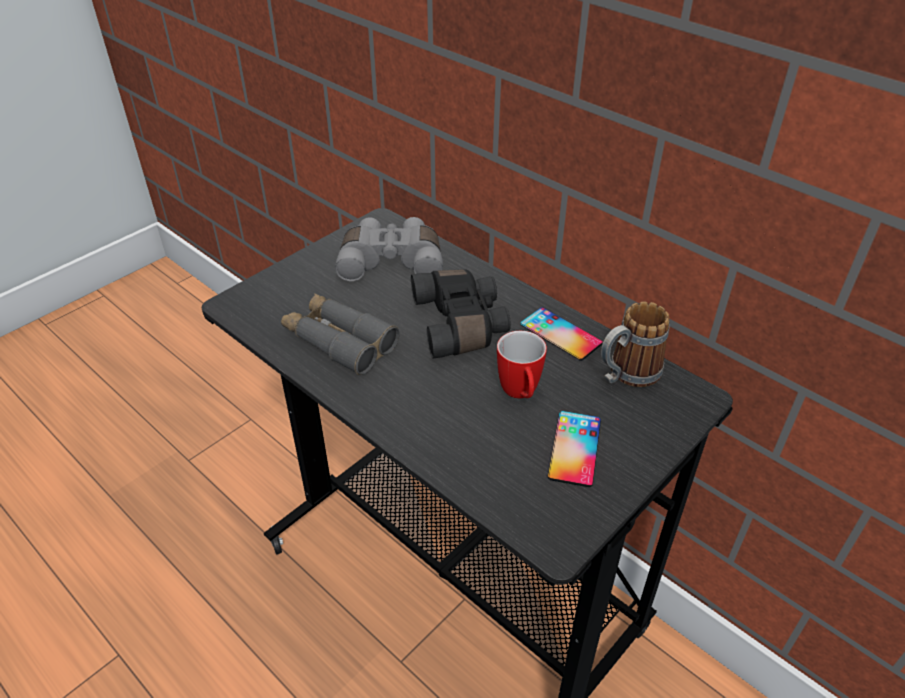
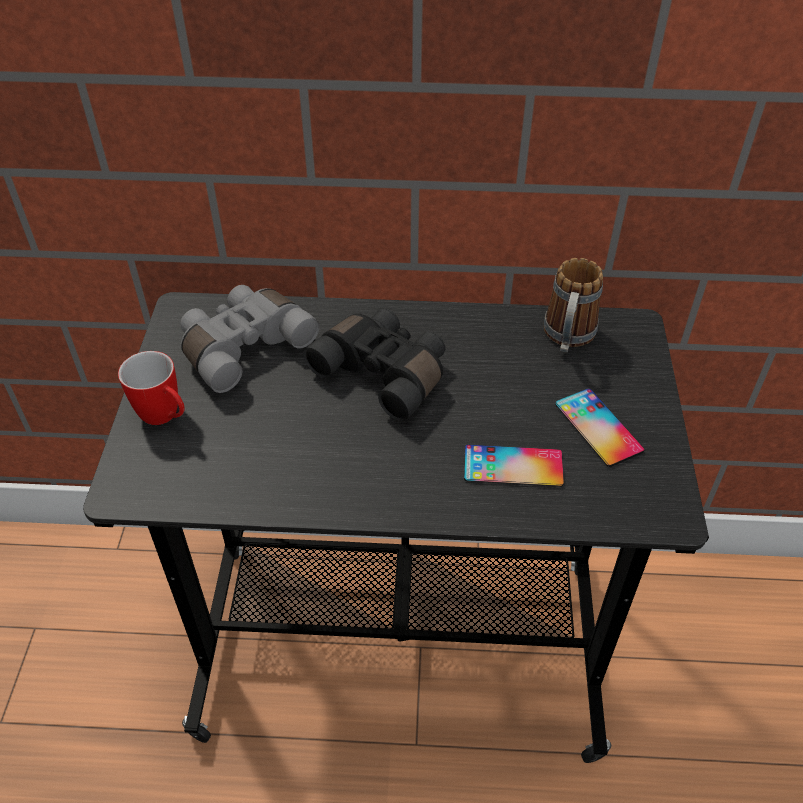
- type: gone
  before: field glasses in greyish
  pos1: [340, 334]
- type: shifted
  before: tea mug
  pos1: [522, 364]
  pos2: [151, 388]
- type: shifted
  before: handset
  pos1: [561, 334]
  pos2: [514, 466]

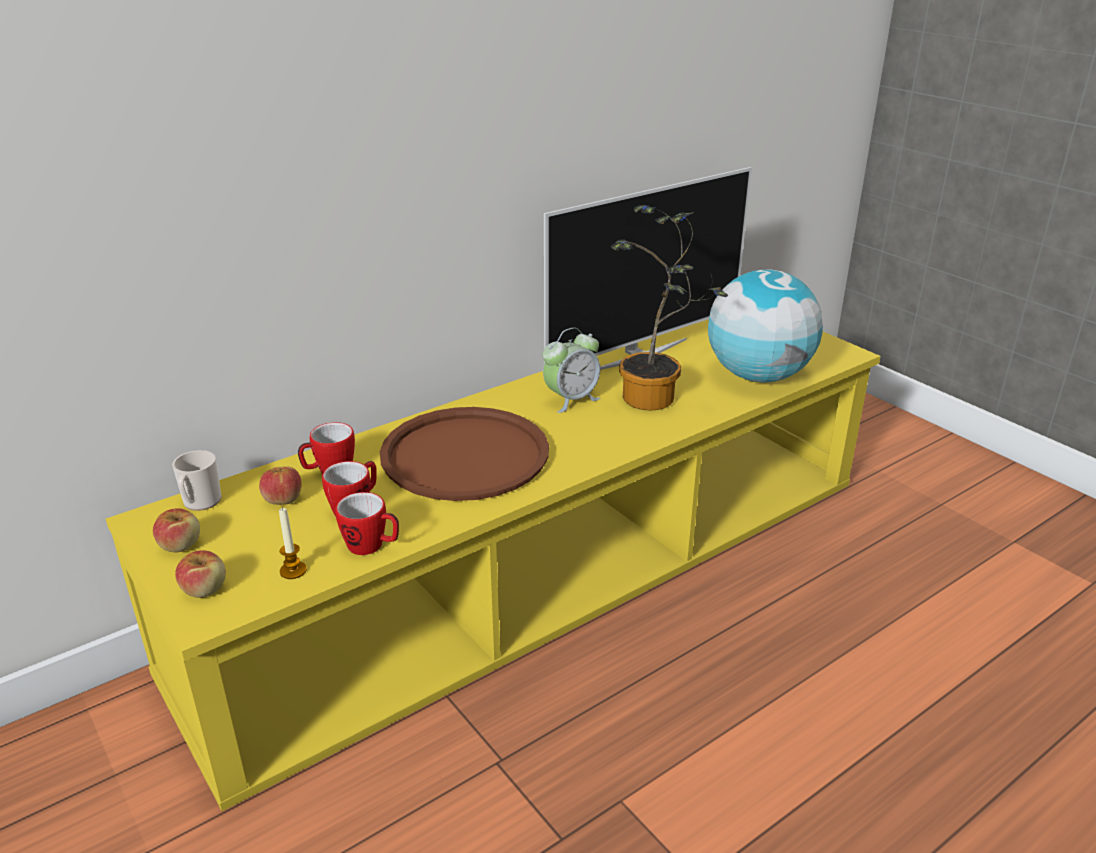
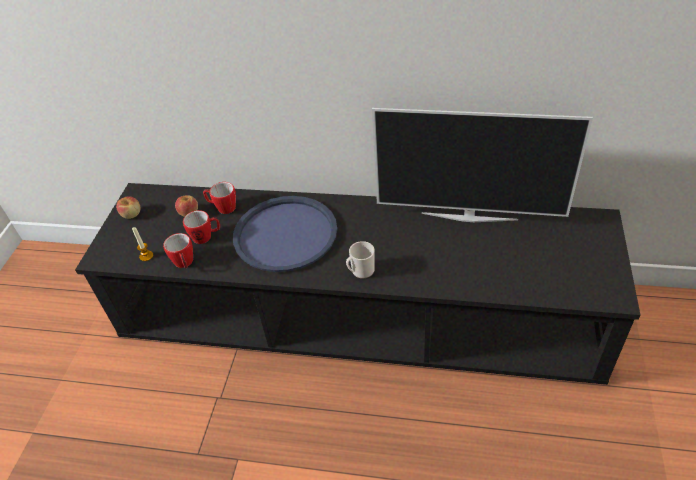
- type: gone
  before: whole apple
  pos1: [200, 574]
- type: gone
  before: table clock
  pos1: [571, 370]
- type: gone
  before: plant in a pot
  pos1: [669, 308]
- type: gone
  before: desk globe
  pos1: [765, 326]
- type: shifted
  before: tea mug
  pos1: [197, 480]
  pos2: [360, 259]
- type: repainted
  before: tv stand in yellowish
  after: tv stand in black-coloured
  pos1: [493, 565]
  pos2: [357, 284]
- type: repainted
  before: serving tray in brown-coloured
  after: serving tray in blue-coloured
  pos1: [464, 454]
  pos2: [285, 234]

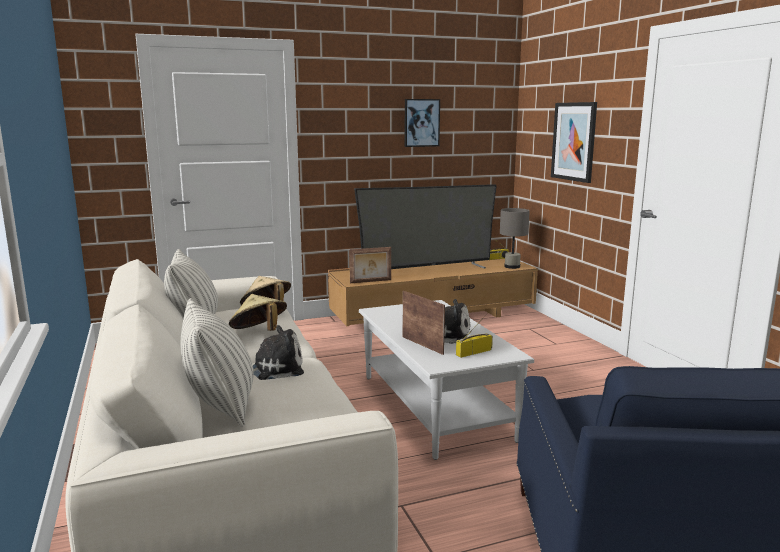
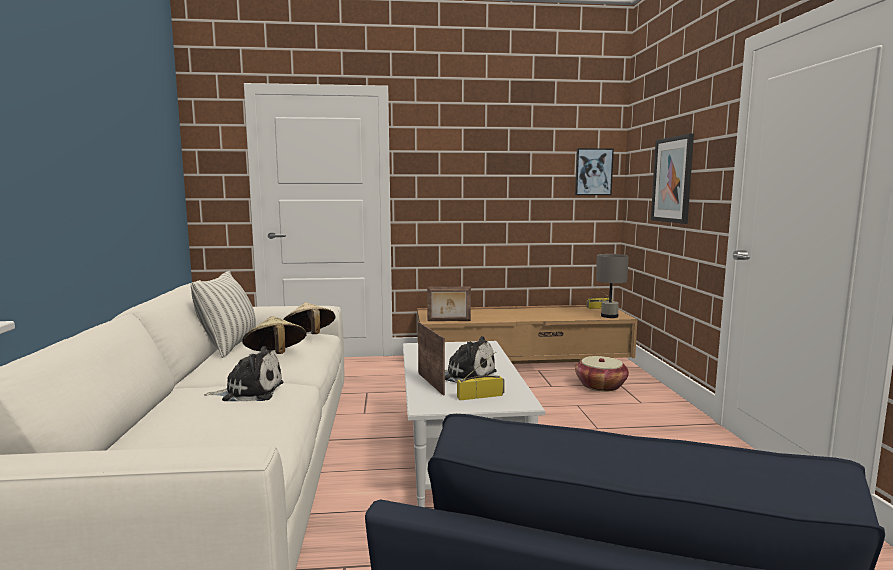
- type: gone
  before: pillow
  pos1: [217, 362]
- type: gone
  before: TV
  pos1: [425, 226]
- type: new
  after: storage basket
  pos2: [602, 374]
- type: shifted
  before: picture
  pos1: [422, 123]
  pos2: [594, 171]

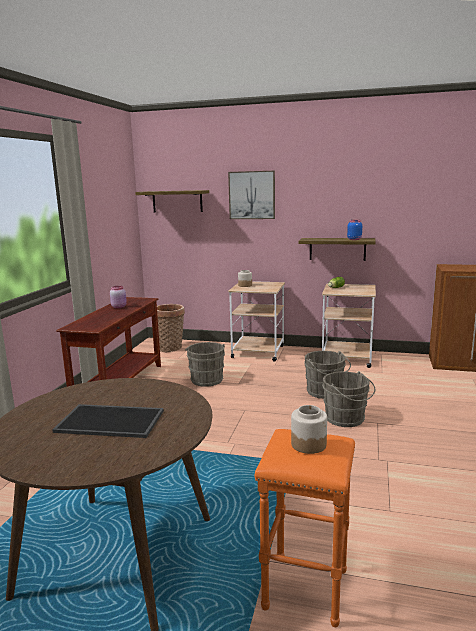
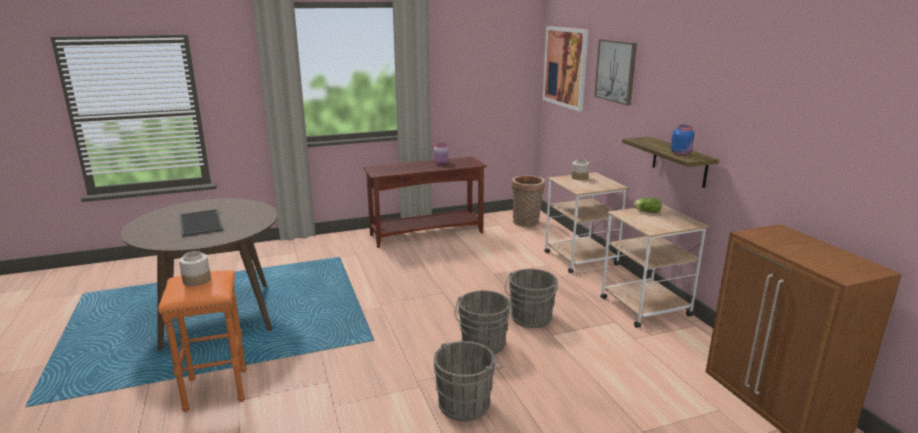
- type: shifted
  before: pail in greyish
  pos1: [205, 364]
  pos2: [468, 381]
- type: swapped
  before: shelf
  after: picture
  pos1: [172, 201]
  pos2: [566, 69]

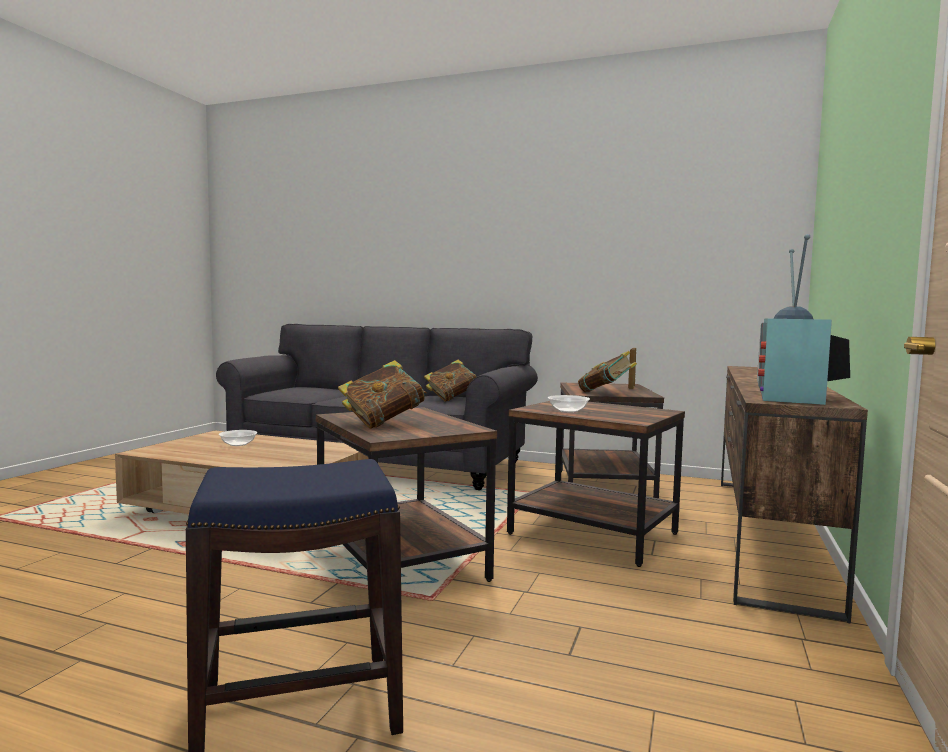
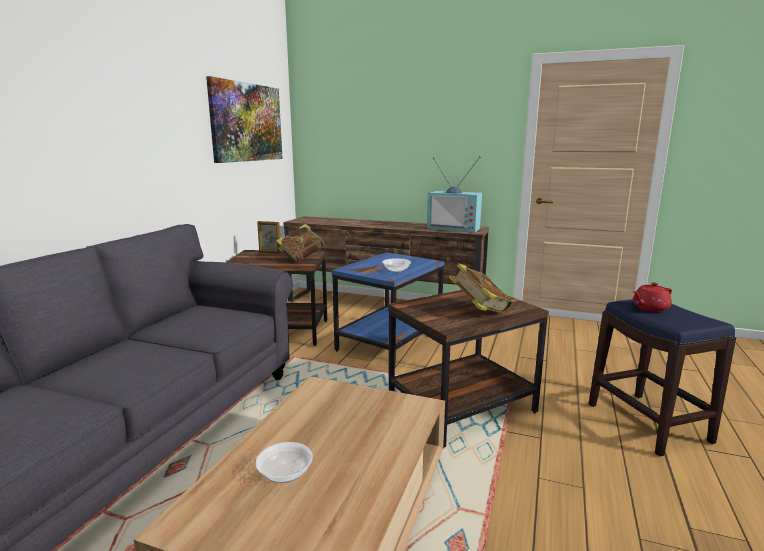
- type: gone
  before: book
  pos1: [450, 381]
- type: new
  after: picture
  pos2: [244, 119]
- type: new
  after: pot for tea in red
  pos2: [652, 297]
- type: repainted
  before: side table in brown-coloured
  after: side table in blue-coloured
  pos1: [596, 484]
  pos2: [388, 309]

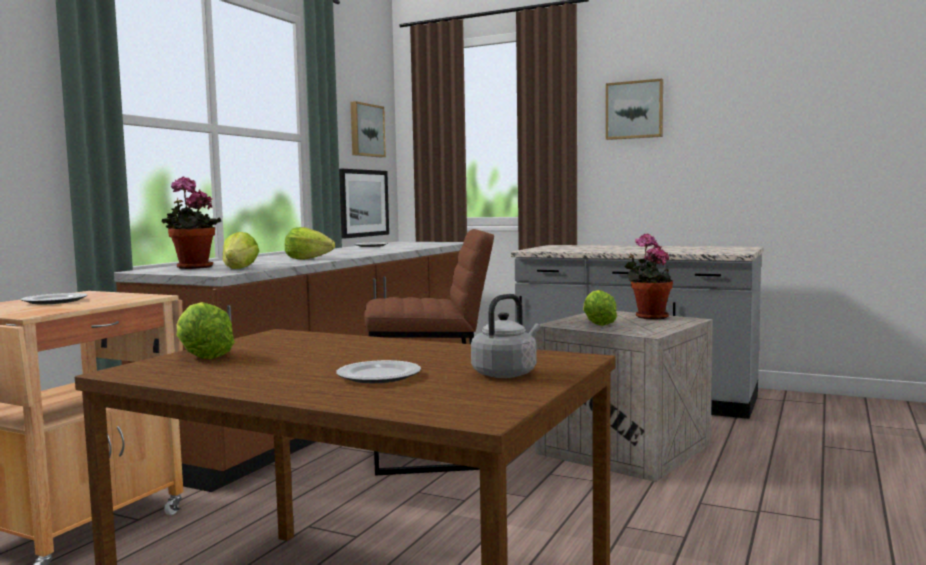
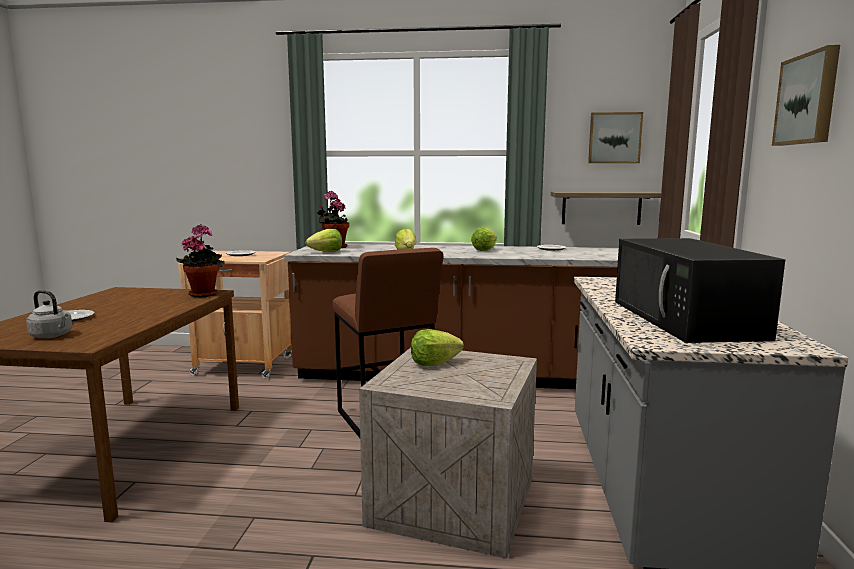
- type: new
  after: microwave oven in black-coloured
  pos2: [700, 290]
- type: shifted
  before: head of lettuce
  pos1: [205, 330]
  pos2: [484, 239]
- type: shifted
  before: plant in a pot
  pos1: [649, 276]
  pos2: [200, 260]
- type: swapped
  before: picture
  after: shelf
  pos1: [364, 204]
  pos2: [606, 208]

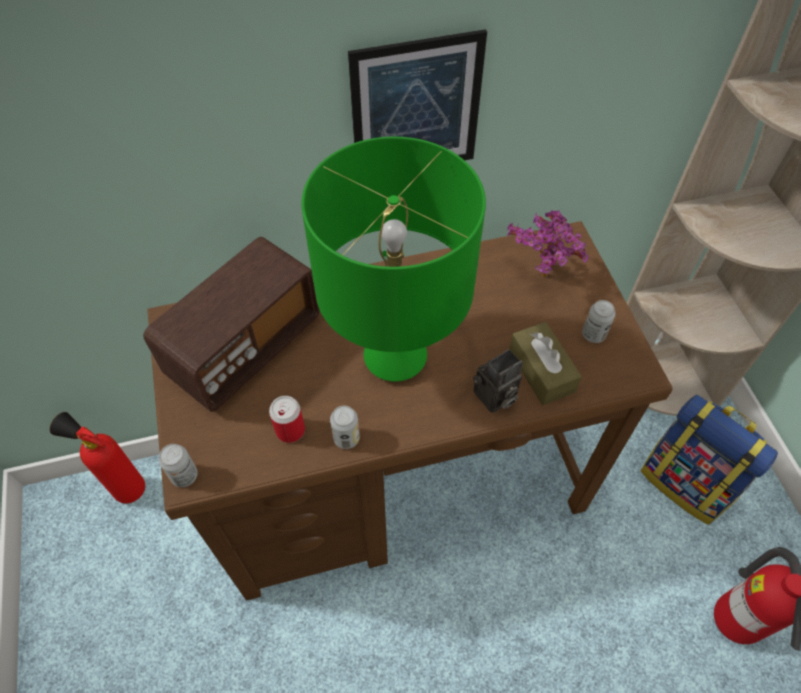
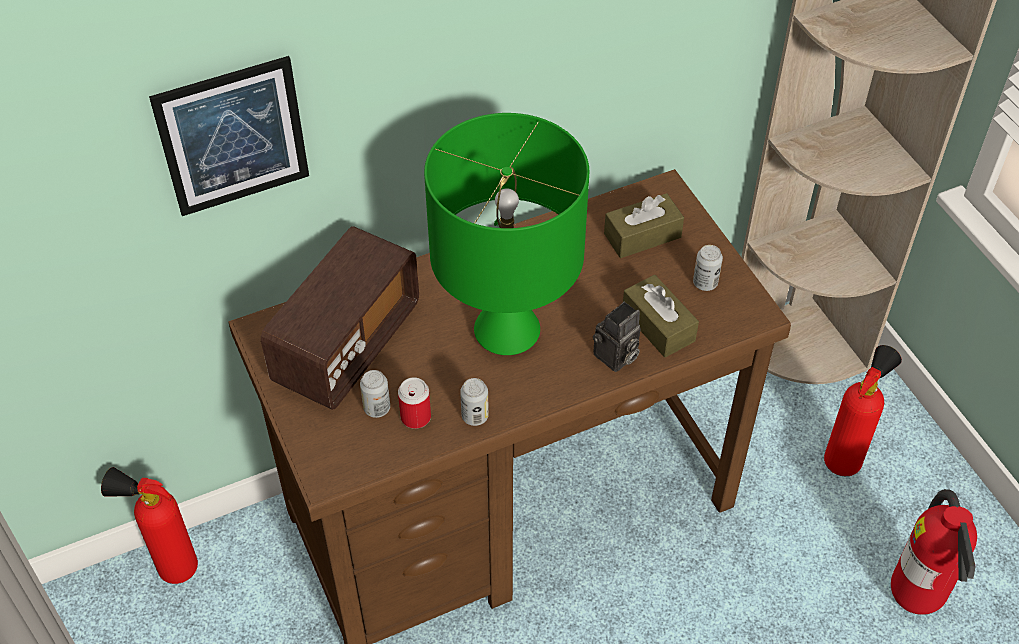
- type: shifted
  before: sealed can
  pos1: [178, 465]
  pos2: [375, 394]
- type: shifted
  before: picture
  pos1: [417, 94]
  pos2: [229, 136]
- type: swapped
  before: plant in a pot
  after: tissue box in brown-coloured
  pos1: [548, 244]
  pos2: [644, 225]
- type: swapped
  before: backpack
  after: fire extinguisher
  pos1: [709, 460]
  pos2: [863, 410]

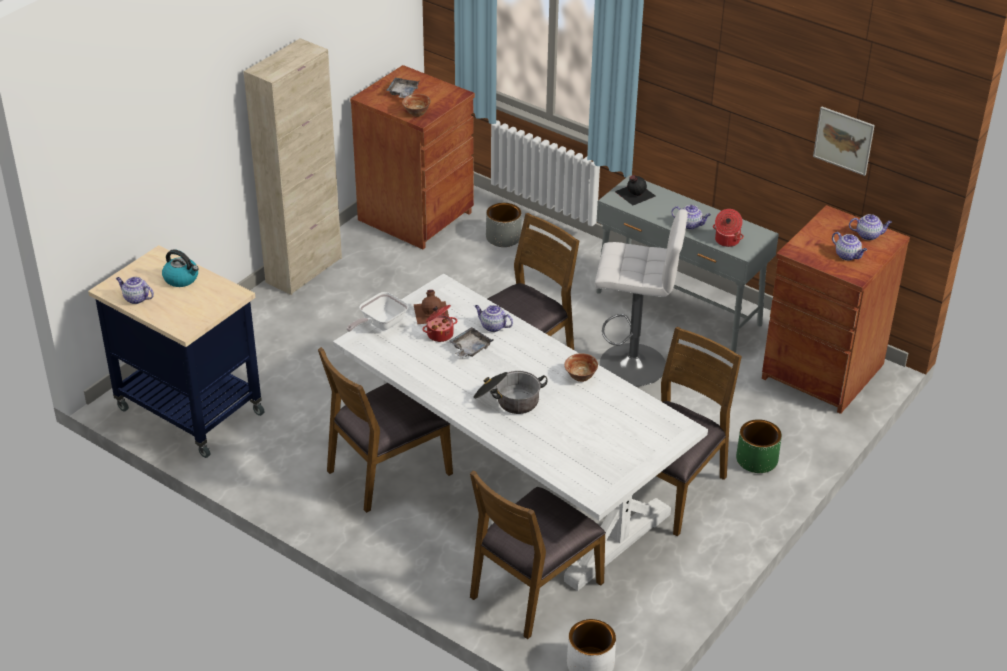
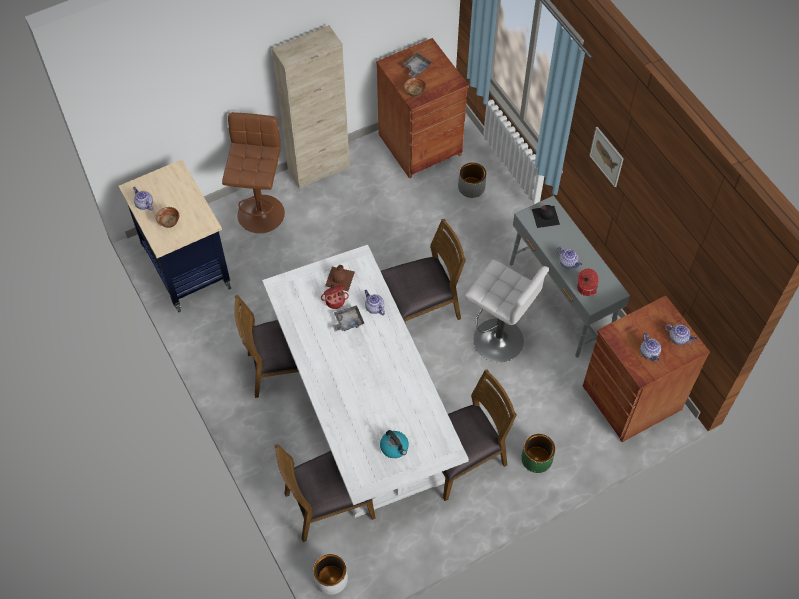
- type: gone
  before: pan
  pos1: [378, 312]
- type: gone
  before: saucepot
  pos1: [510, 392]
- type: new
  after: stool in brown-coloured
  pos2: [253, 172]
- type: shifted
  before: tea kettle
  pos1: [180, 268]
  pos2: [394, 444]
- type: shifted
  before: serving bowl
  pos1: [581, 367]
  pos2: [167, 217]
- type: shifted
  before: picture
  pos1: [844, 141]
  pos2: [606, 157]

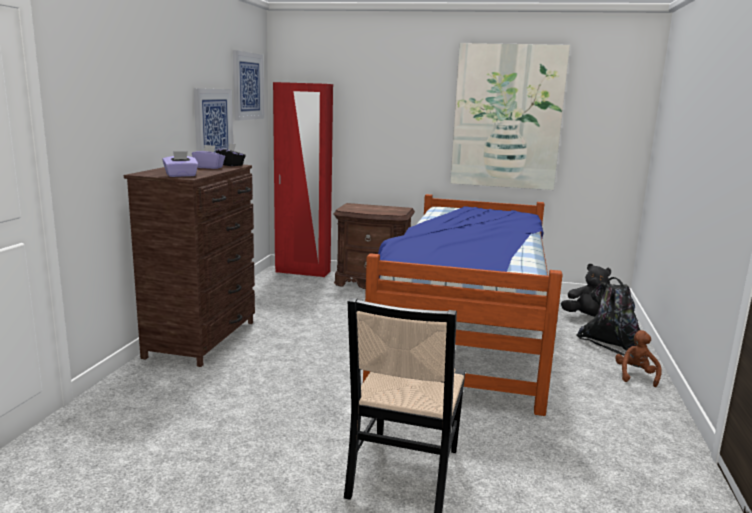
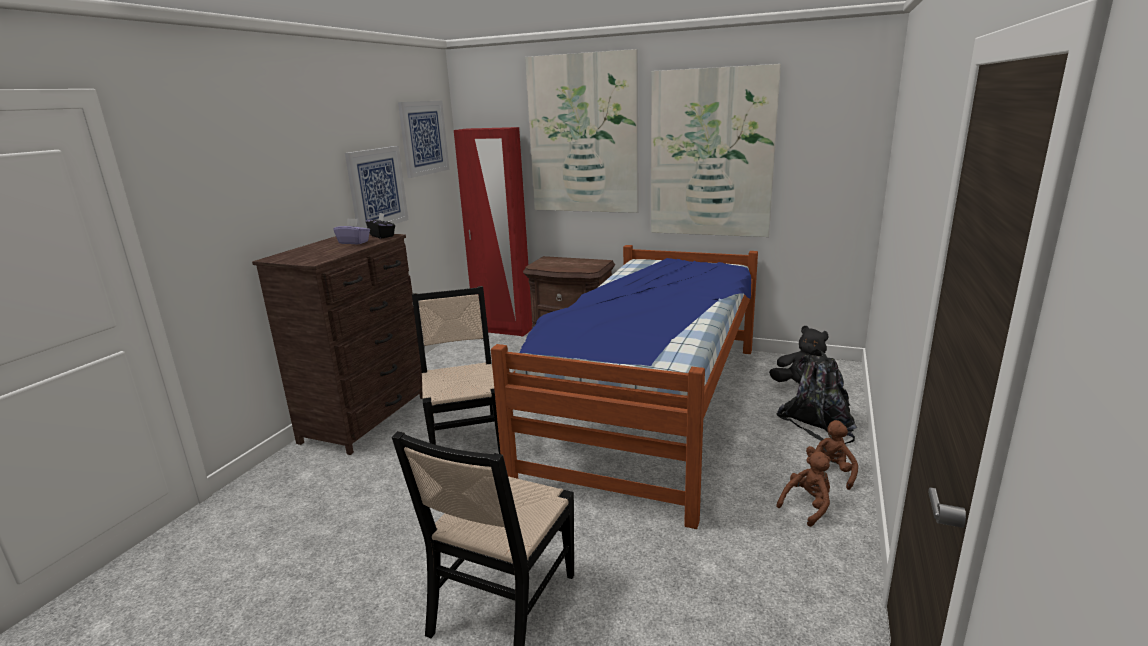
- type: gone
  before: tissue box in purplish
  pos1: [180, 164]
- type: new
  after: plain chair
  pos2: [456, 370]
- type: new
  after: picture
  pos2: [582, 131]
- type: new
  after: cuddly toy in brown-coloured
  pos2: [803, 489]

